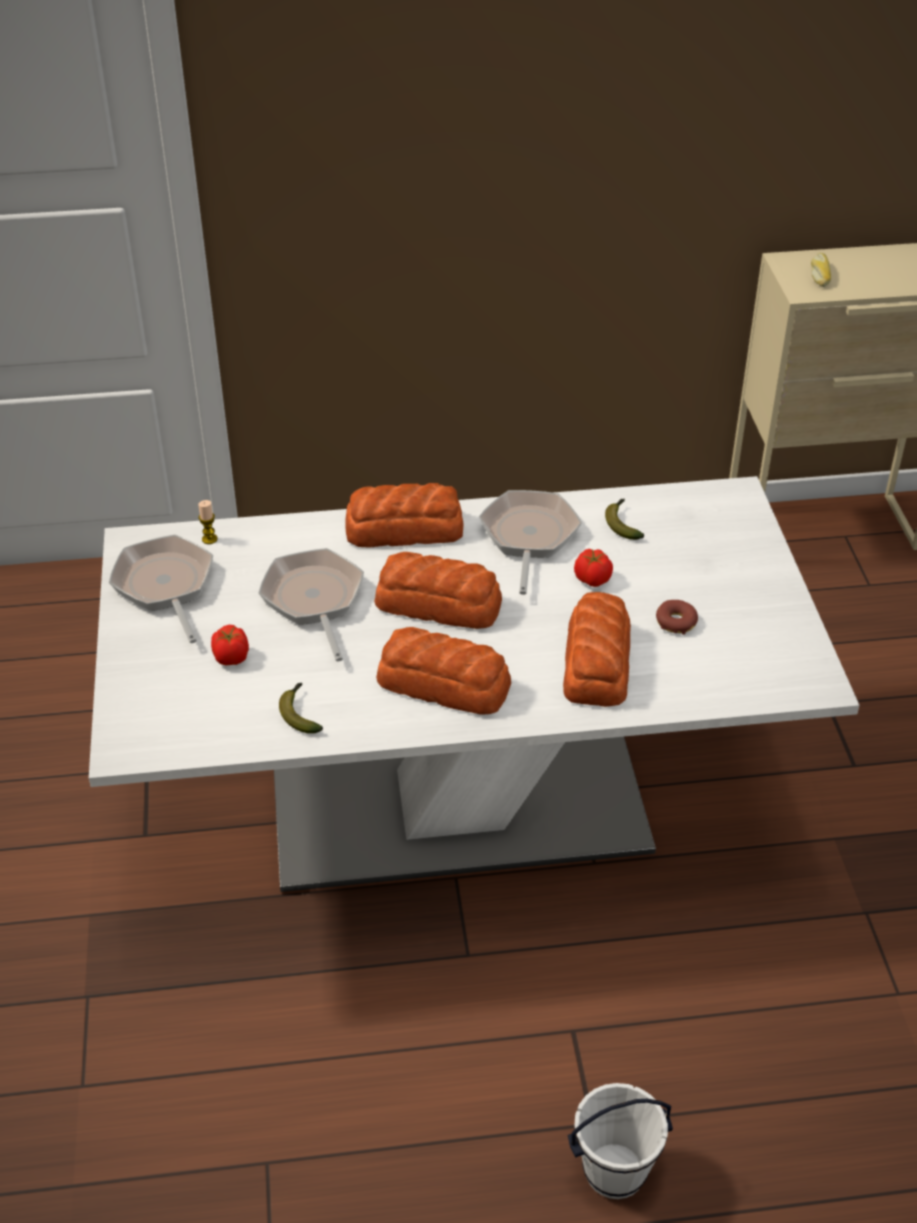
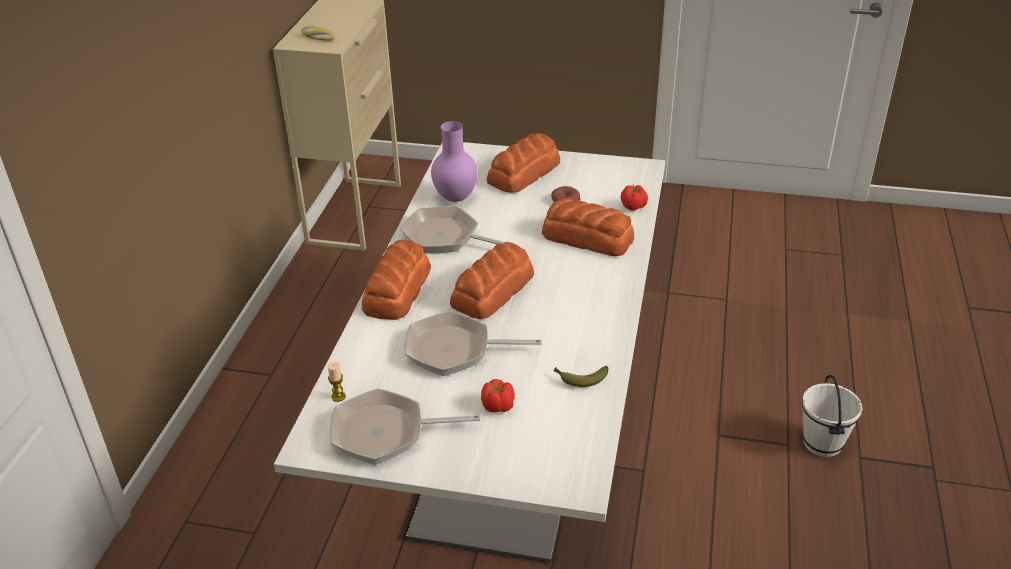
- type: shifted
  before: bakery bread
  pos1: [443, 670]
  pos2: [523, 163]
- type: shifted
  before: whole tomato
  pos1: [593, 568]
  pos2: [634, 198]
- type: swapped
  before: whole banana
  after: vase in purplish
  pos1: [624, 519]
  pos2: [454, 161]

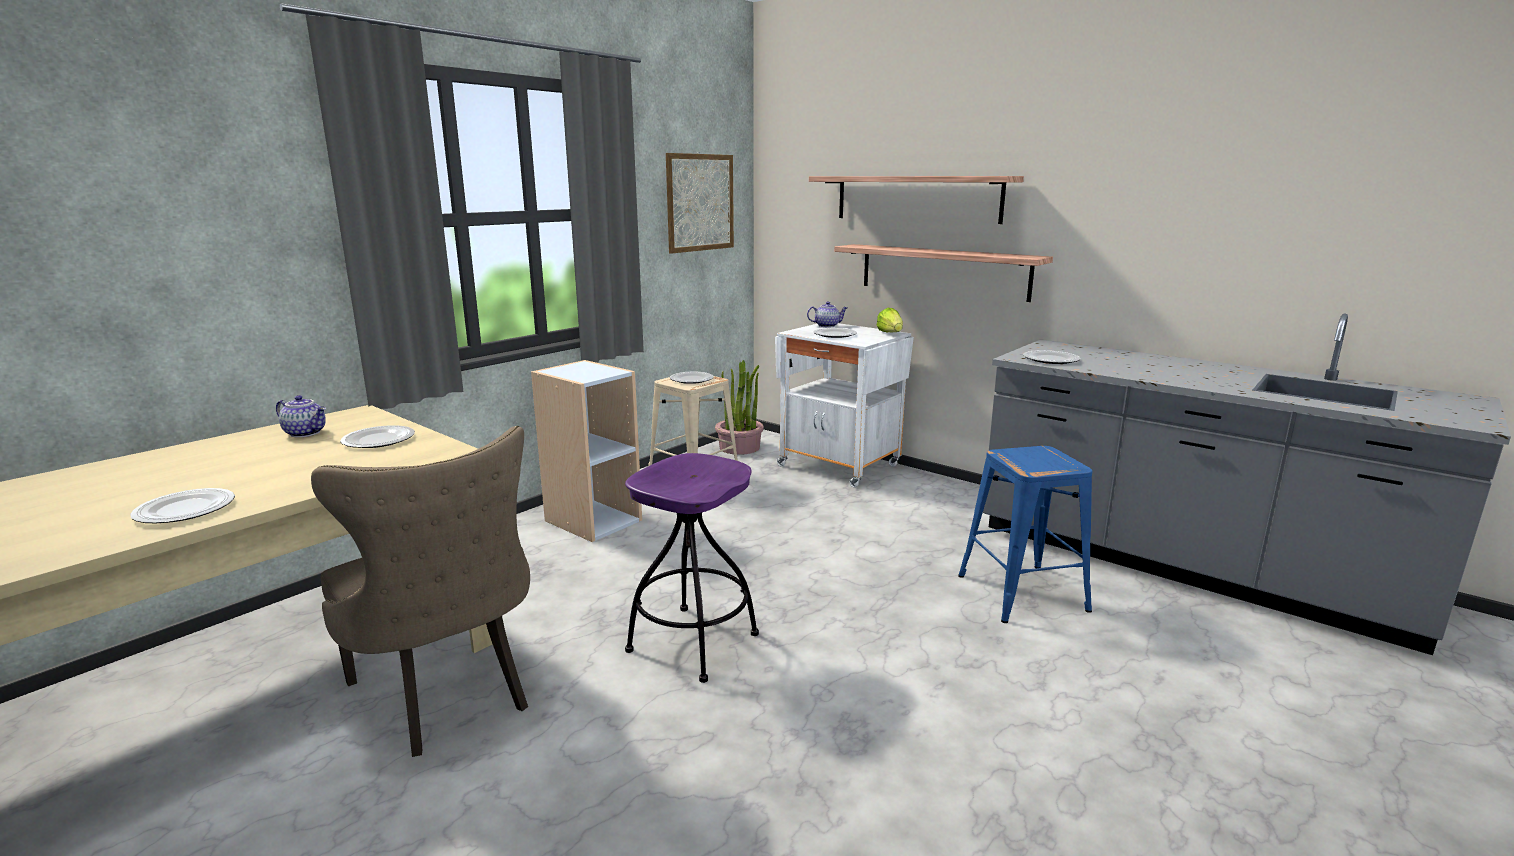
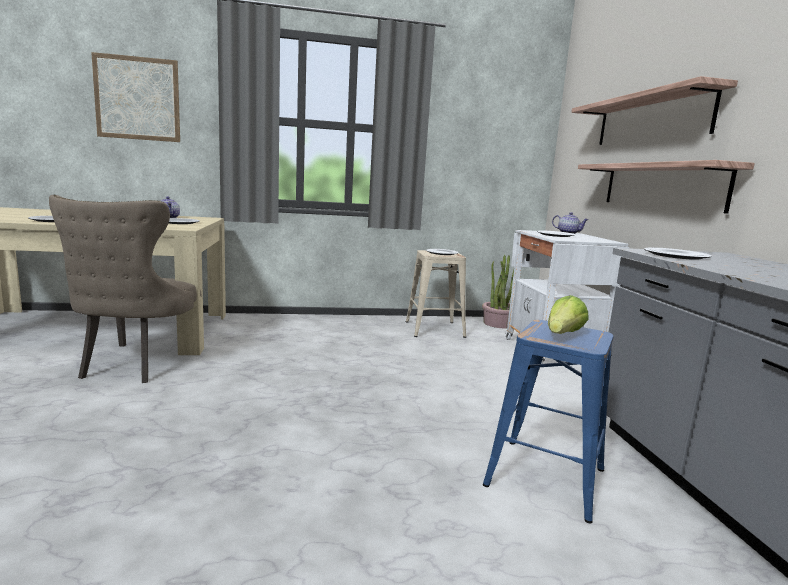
- type: gone
  before: bookshelf
  pos1: [586, 451]
- type: gone
  before: stool in purplish
  pos1: [692, 568]
- type: shifted
  before: picture
  pos1: [700, 202]
  pos2: [135, 97]
- type: shifted
  before: head of lettuce
  pos1: [889, 320]
  pos2: [568, 314]

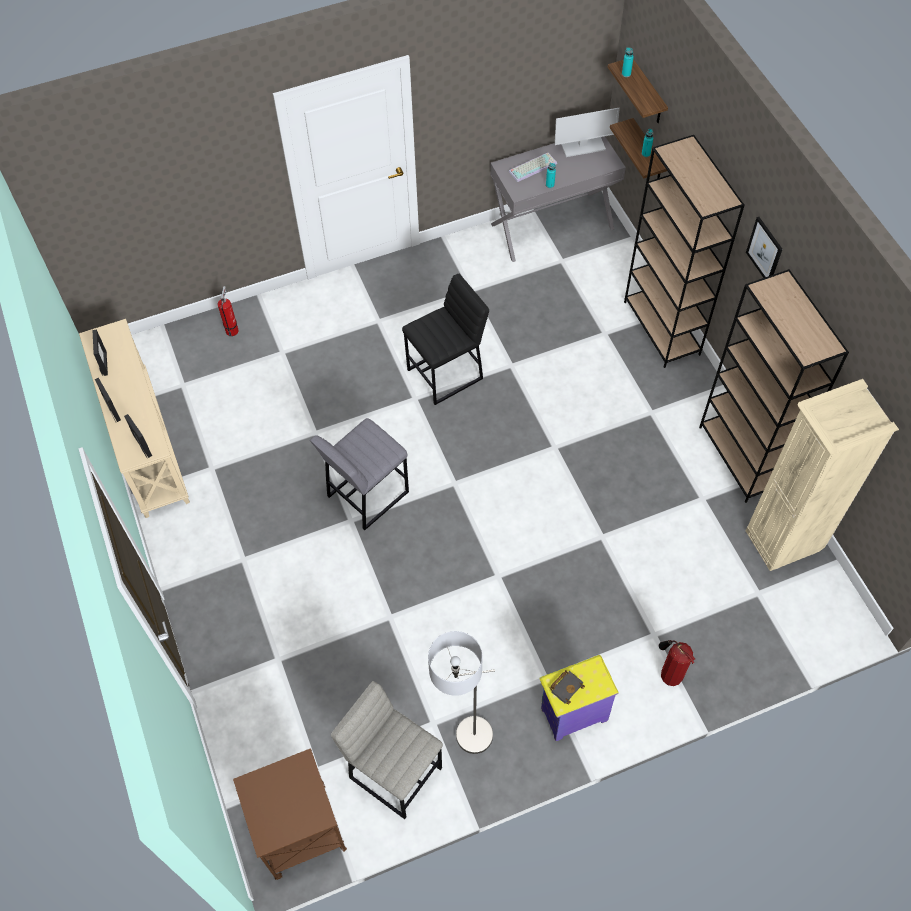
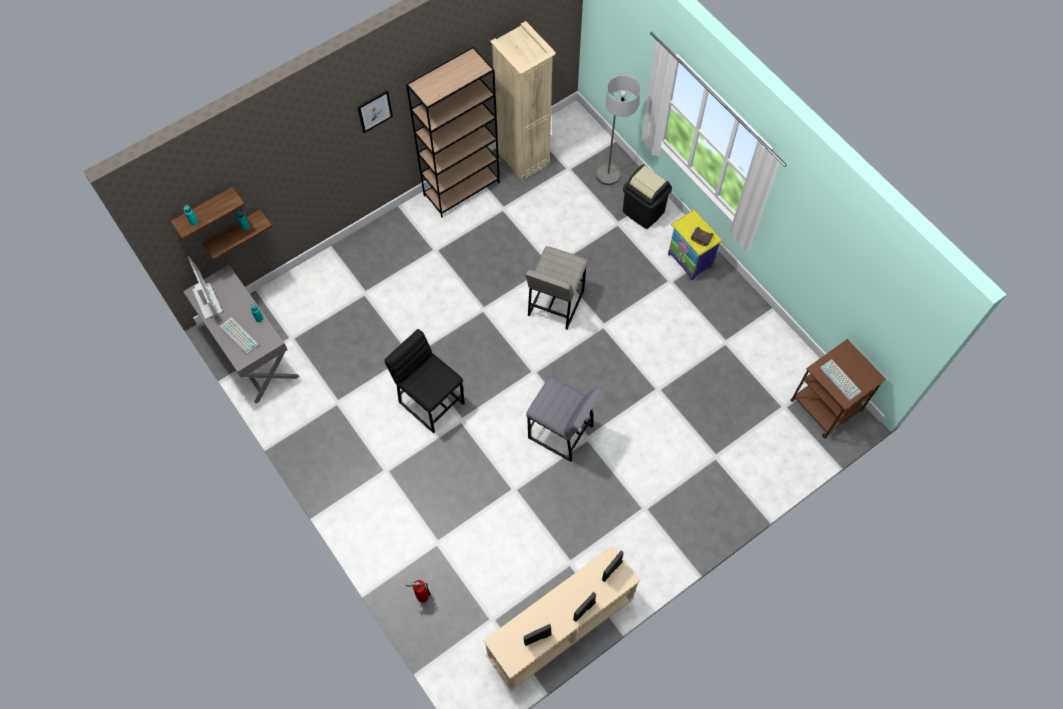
- type: gone
  before: bookshelf in beige-coloured
  pos1: [684, 251]
- type: new
  after: PC keyboard
  pos2: [840, 380]
- type: shifted
  before: plain chair in greyish
  pos1: [387, 750]
  pos2: [556, 287]
- type: shifted
  before: standing lamp in greyish
  pos1: [461, 692]
  pos2: [618, 130]
- type: swapped
  before: fire extinguisher
  after: rubbish bin in black-coloured
  pos1: [677, 663]
  pos2: [647, 196]

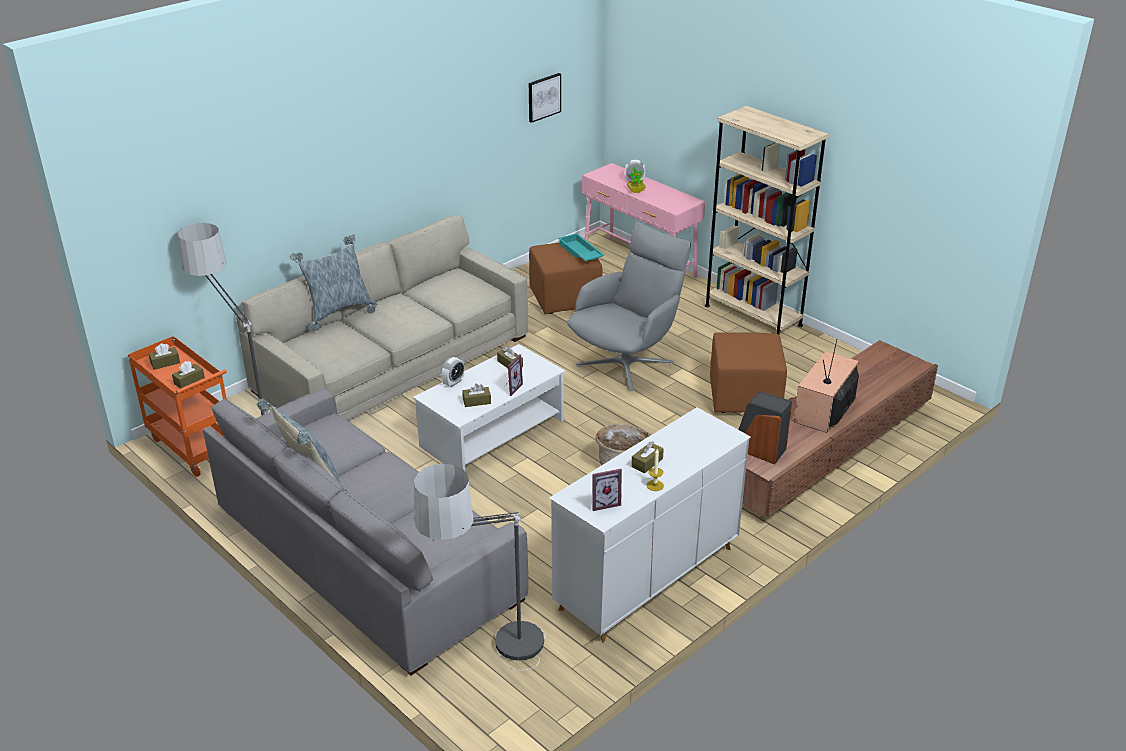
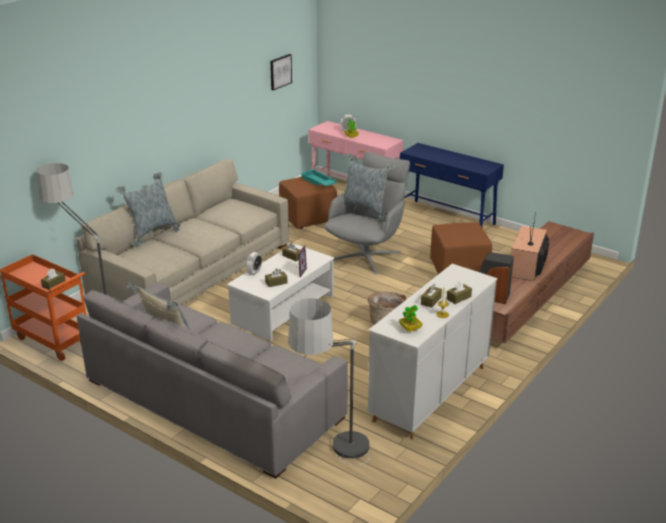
- type: new
  after: pillow
  pos2: [369, 188]
- type: shifted
  before: tissue box in brown-coloured
  pos1: [164, 356]
  pos2: [459, 292]
- type: swapped
  before: picture frame
  after: plant in a pot
  pos1: [607, 490]
  pos2: [410, 318]
- type: swapped
  before: bookshelf in beige-coloured
  after: hall table in blue-coloured
  pos1: [767, 220]
  pos2: [452, 185]

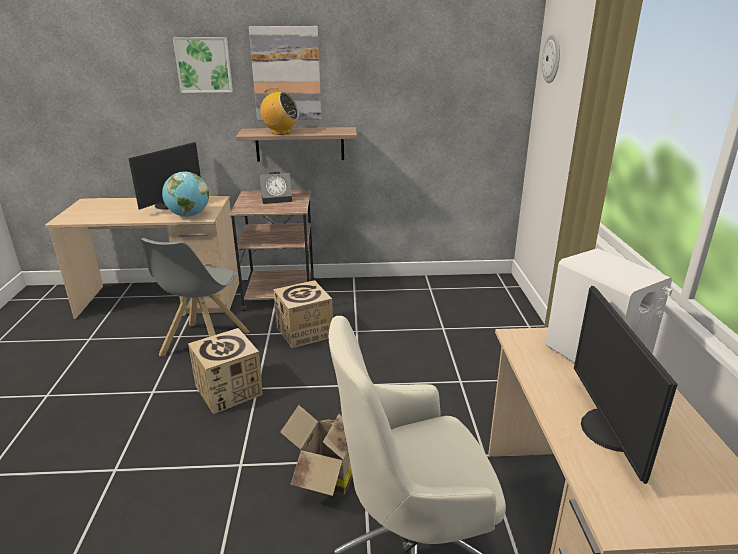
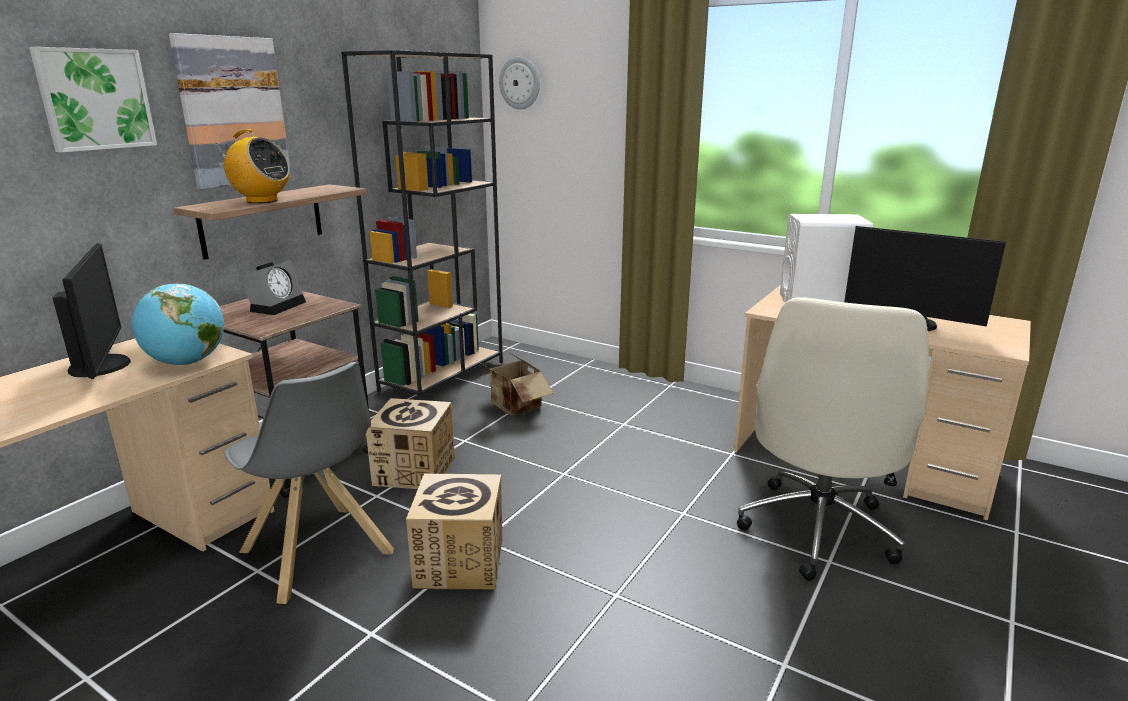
- type: new
  after: bookshelf
  pos2: [422, 225]
- type: shifted
  before: cardboard box
  pos1: [316, 450]
  pos2: [515, 384]
- type: rotated
  before: radio
  pos1: [277, 111]
  pos2: [252, 166]
  turn: 60

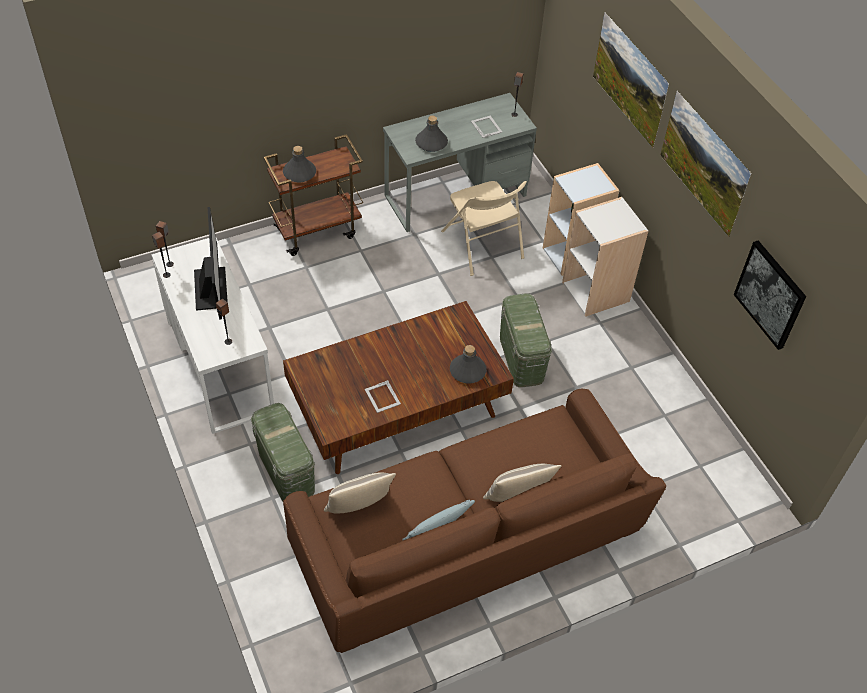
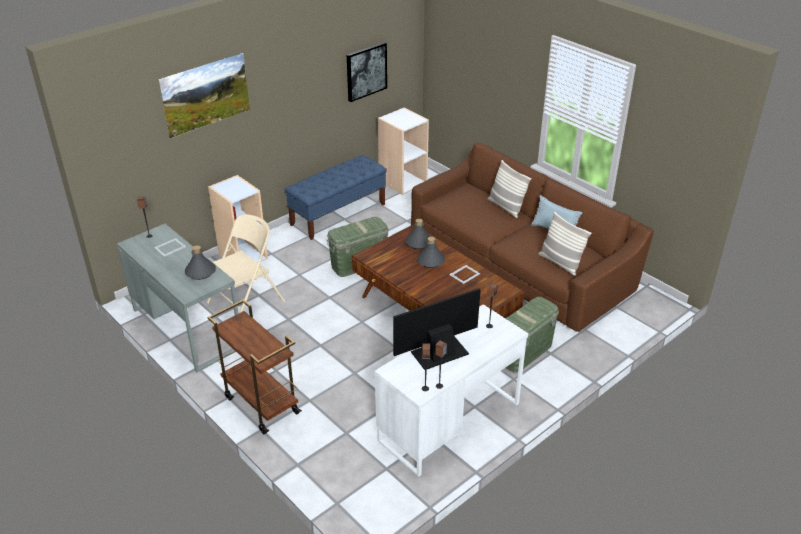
- type: gone
  before: picture
  pos1: [705, 164]
- type: new
  after: bench in blue-coloured
  pos2: [335, 197]
- type: shifted
  before: beverage bottle in greyish
  pos1: [299, 164]
  pos2: [431, 252]
- type: shifted
  before: bookshelf
  pos1: [605, 257]
  pos2: [403, 151]

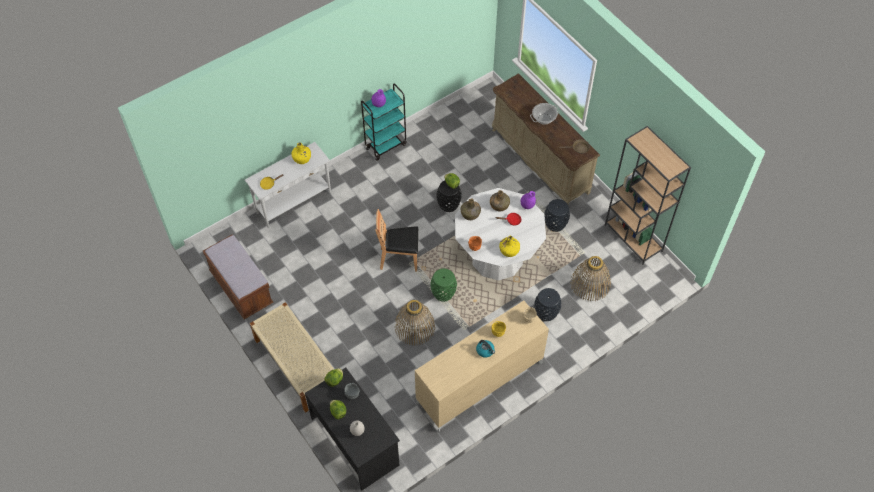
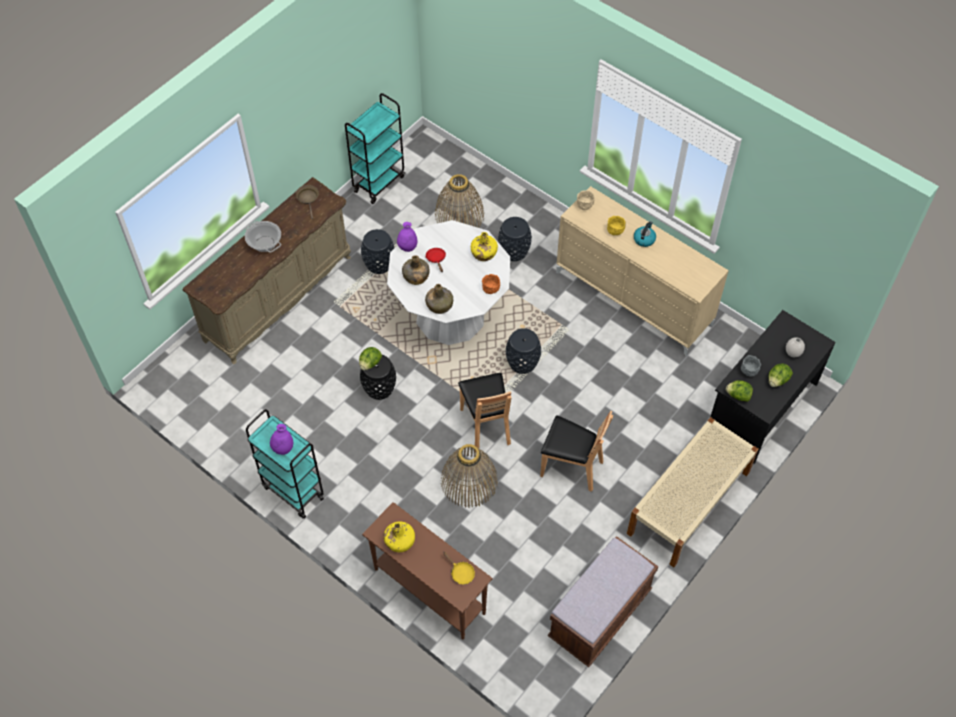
- type: new
  after: plain chair in brown-coloured
  pos2: [576, 451]
- type: shifted
  before: storage basket
  pos1: [415, 323]
  pos2: [469, 476]
- type: swapped
  before: bookshelf
  after: wheeled cart in turquoise
  pos1: [648, 195]
  pos2: [375, 148]
- type: repainted
  before: hall table in whitish
  after: hall table in brown-coloured
  pos1: [288, 185]
  pos2: [427, 570]
- type: repainted
  before: stool in green
  after: stool in black-coloured
  pos1: [444, 285]
  pos2: [523, 351]

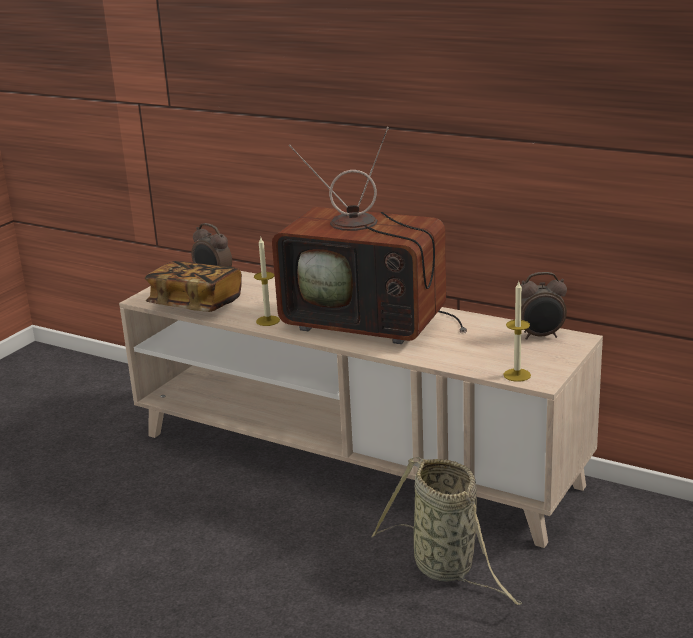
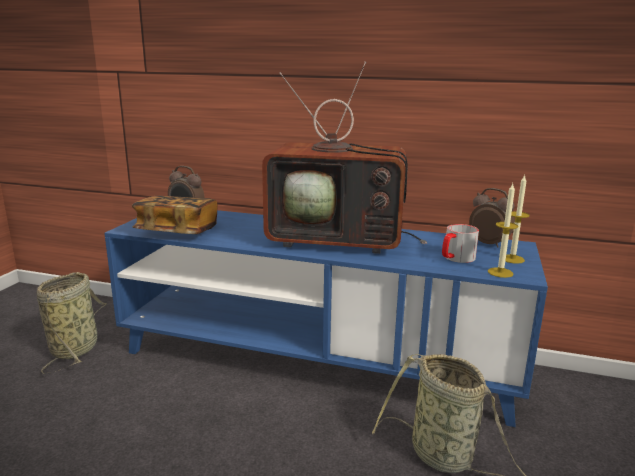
- type: new
  after: storage basket
  pos2: [72, 323]
- type: new
  after: tea mug
  pos2: [460, 243]
- type: shifted
  before: candle
  pos1: [267, 281]
  pos2: [517, 219]
- type: repainted
  before: tv stand in beige-coloured
  after: tv stand in blue-coloured
  pos1: [361, 409]
  pos2: [326, 318]
- type: rotated
  before: table clock
  pos1: [544, 306]
  pos2: [492, 218]
  turn: -120

